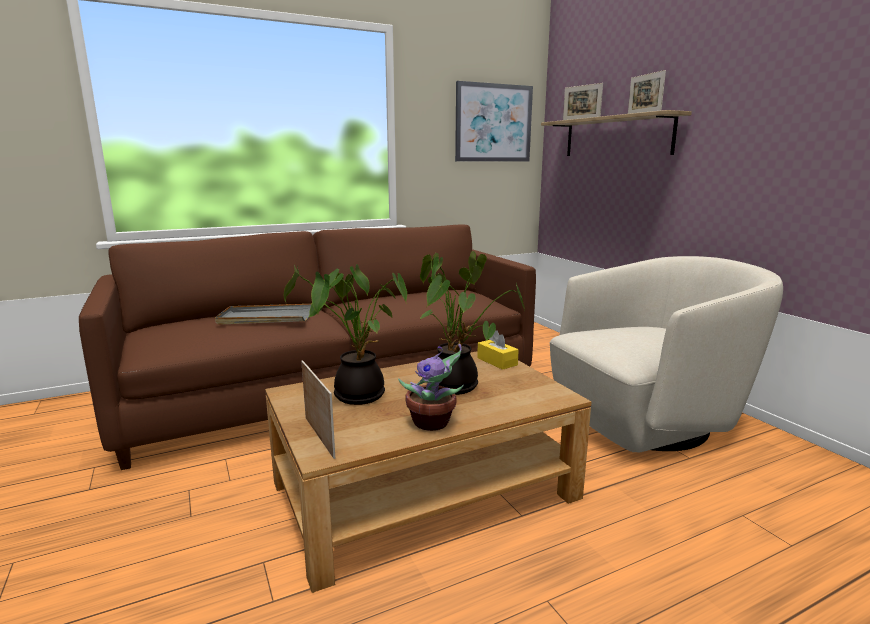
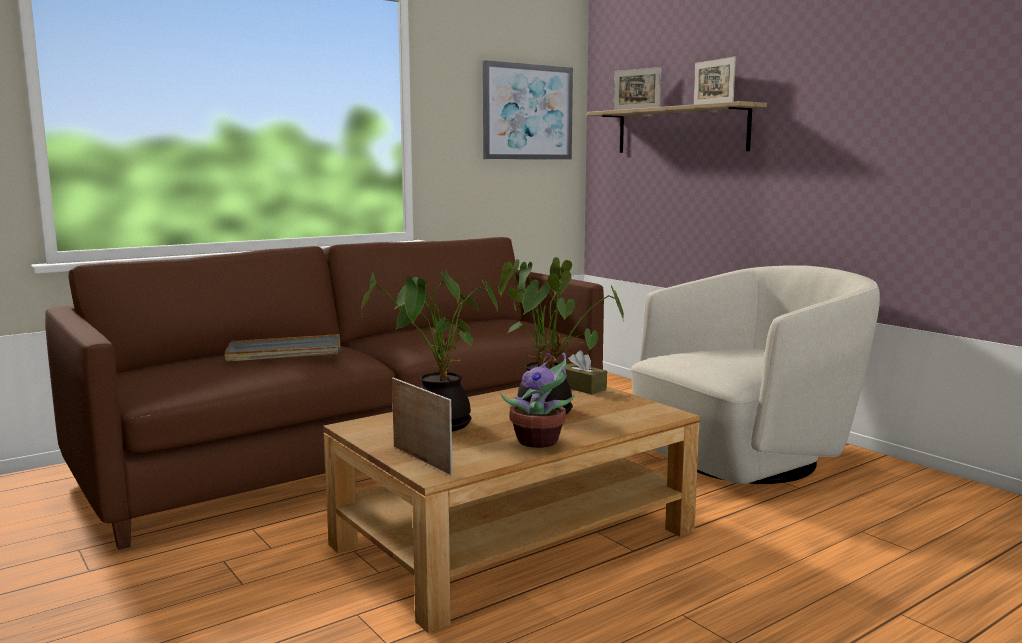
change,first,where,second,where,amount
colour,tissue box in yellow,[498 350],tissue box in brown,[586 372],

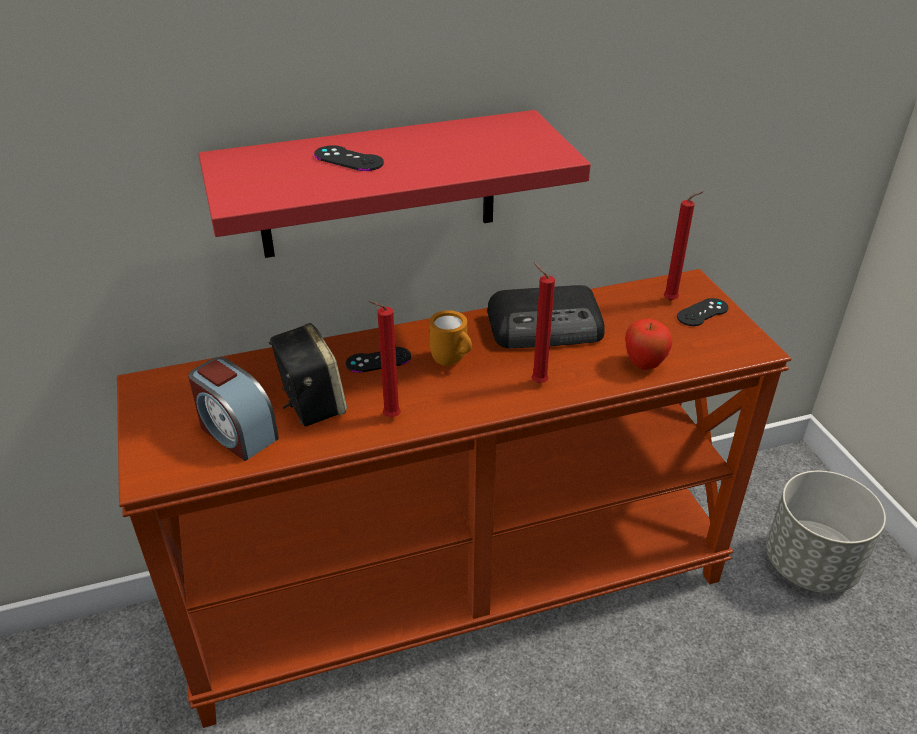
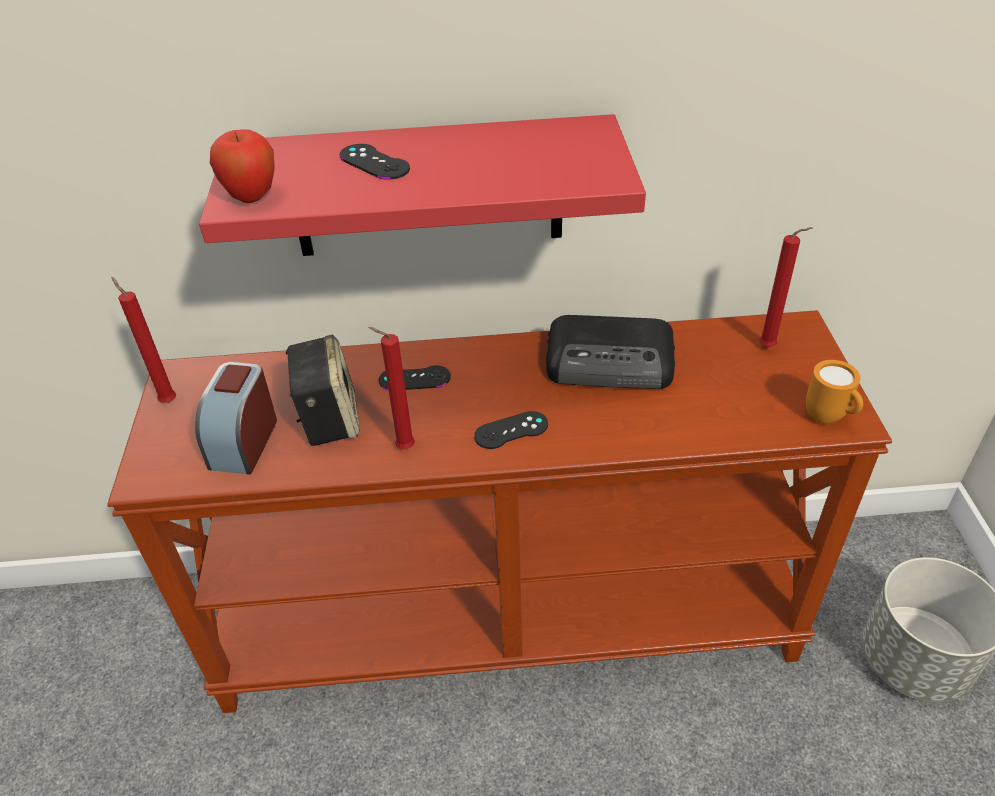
change,first,where,second,where,amount
spun,alarm clock,[233 409],,[236 418],45 degrees clockwise
relocated,mug in orange,[450 338],,[834 392],
relocated,candle in red,[543 322],,[143 340],
relocated,apple,[649 344],,[242 166],
relocated,game controller in black,[703 312],,[511 430],

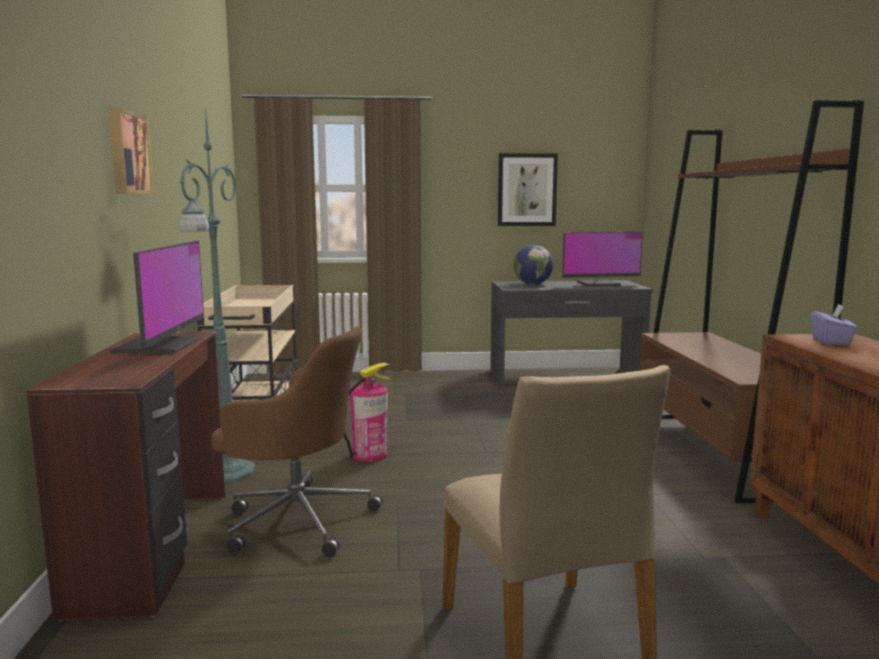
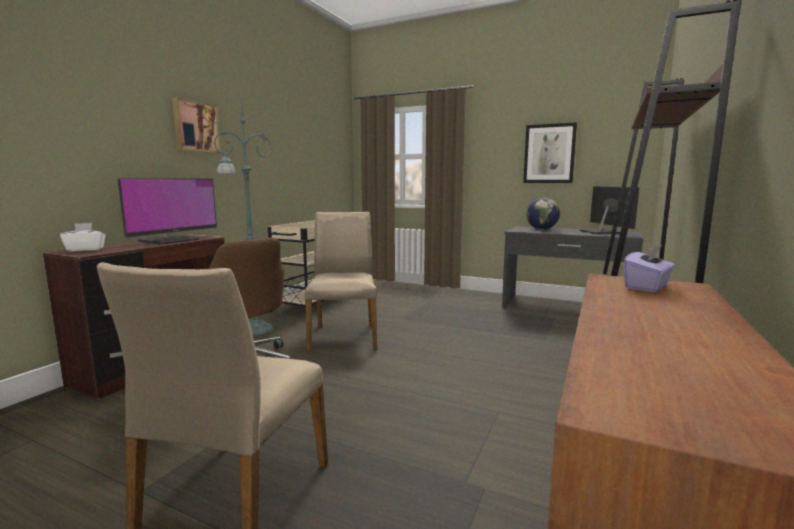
change,first,where,second,where,amount
exchanged,fire extinguisher,[367 412],chair in beige,[341 282],
spun,monitor,[602 259],,[609 210],120 degrees counterclockwise
appeared,,,tissue box in white,[83 237],

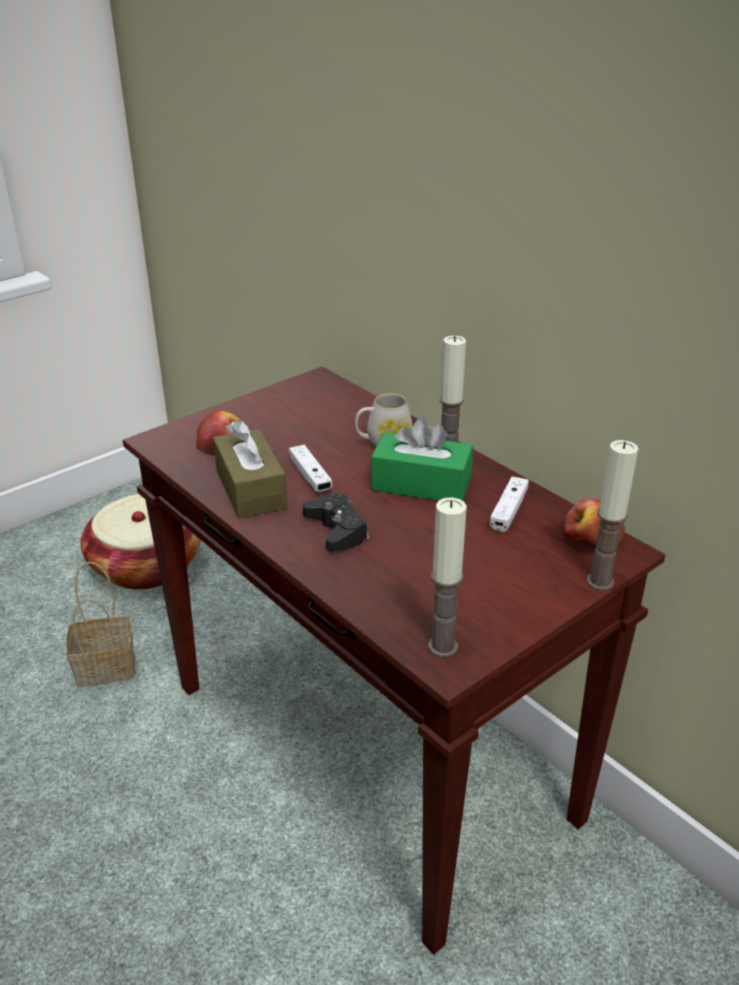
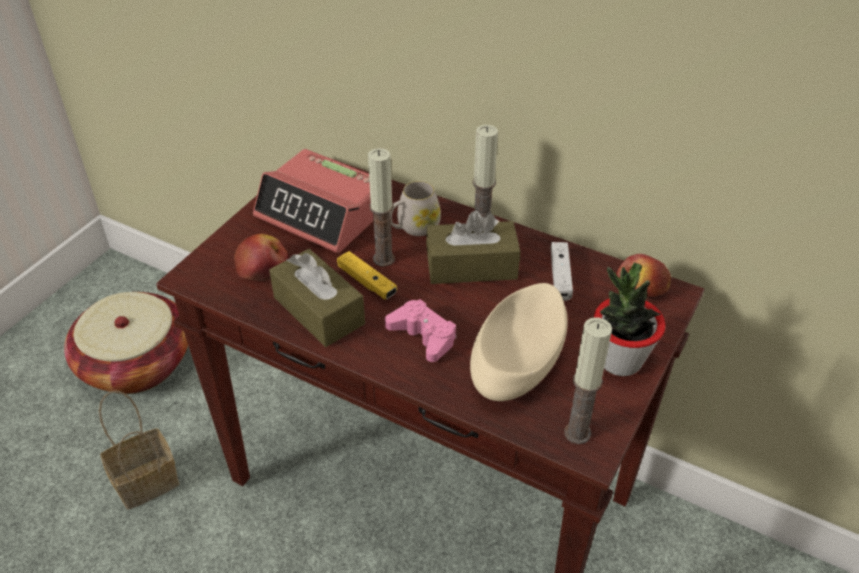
change,first,where,second,where,amount
colour,game controller in white,[311 468],game controller in yellow,[367 275],
colour,game controller in black,[336 522],game controller in pink,[421 330],
colour,tissue box in green,[422 459],tissue box in brown,[473 247],
relocated,candle,[612 515],,[381 207],
appeared,,,alarm clock,[313 201],
appeared,,,bowl in beige,[519 342],
appeared,,,potted plant,[630 319],

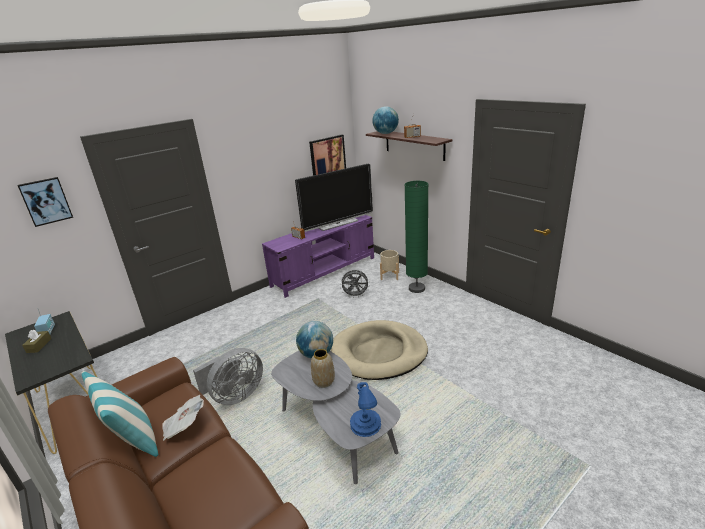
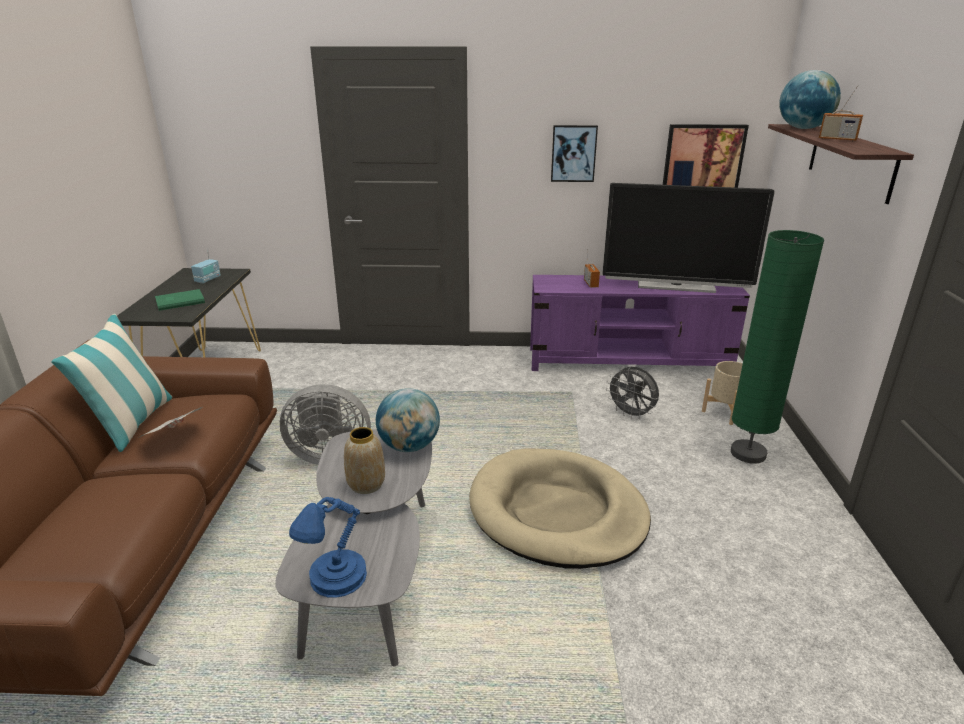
change,first,where,second,where,amount
relocated,picture,[45 202],,[574 153],
missing,tissue box in brown,[37 341],,,
appeared,,,book in green,[180 300],

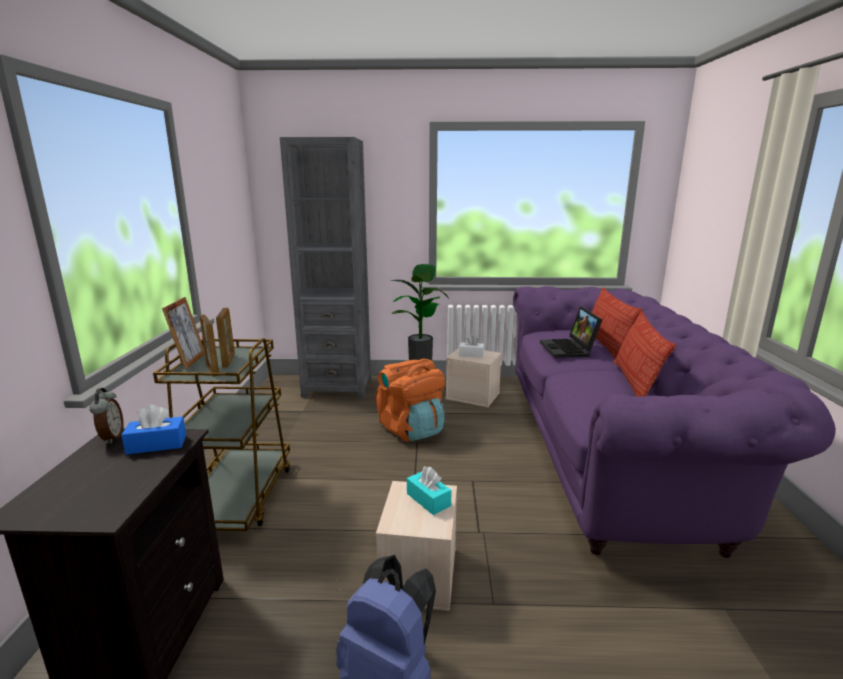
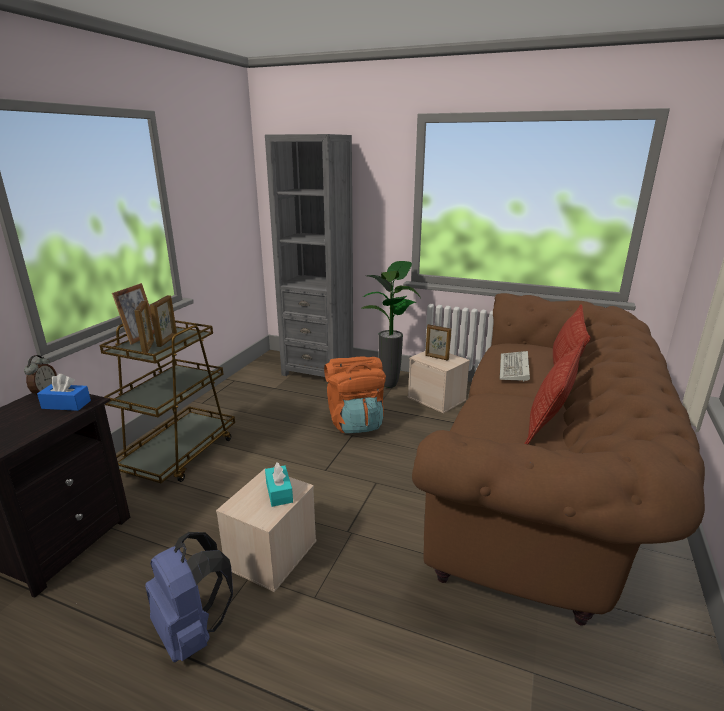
change,first,where,second,where,amount
exchanged,tissue box in white,[471 347],picture frame,[438 342],
colour,sofa in purple,[674 422],sofa in brown,[558 459],
exchanged,laptop,[571 332],keyboard,[515 366],

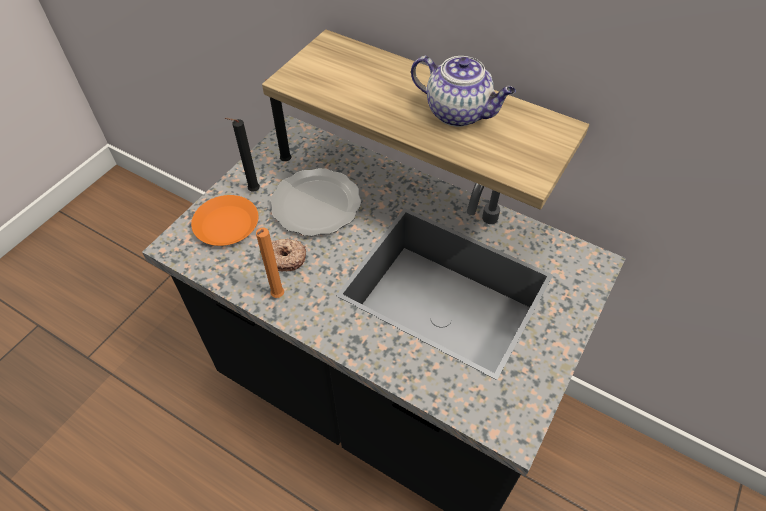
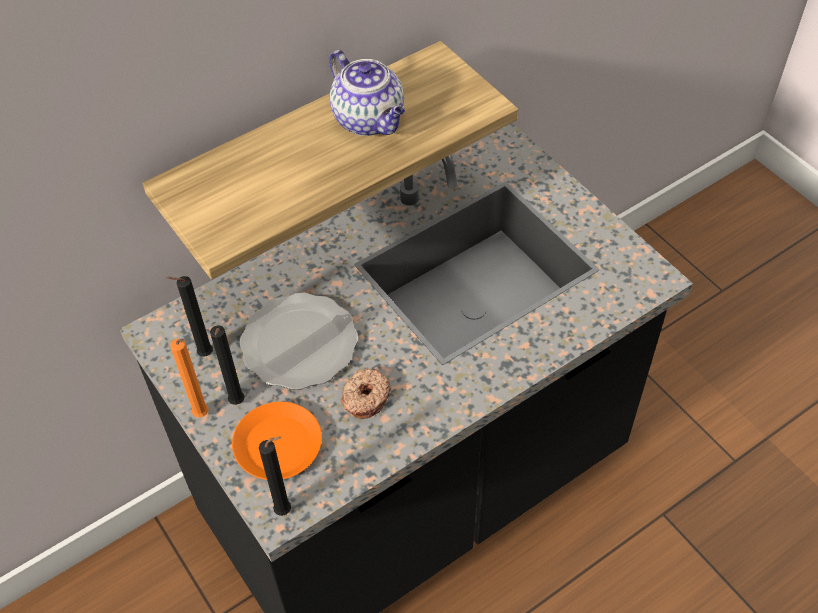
change,first,where,second,where,amount
relocated,candle in orange,[270 263],,[189 378],
spun,teapot,[463 91],,[367 93],90 degrees clockwise
appeared,,,candle in black,[275 476],

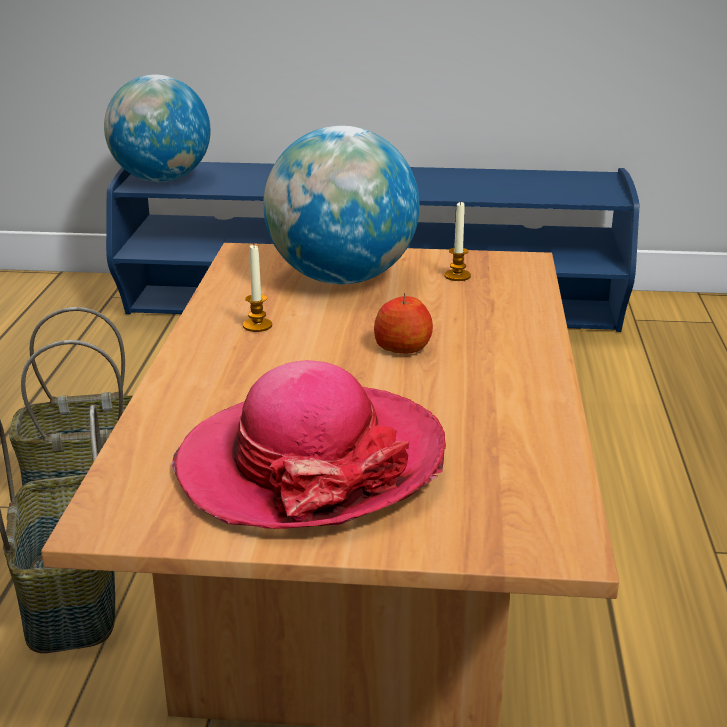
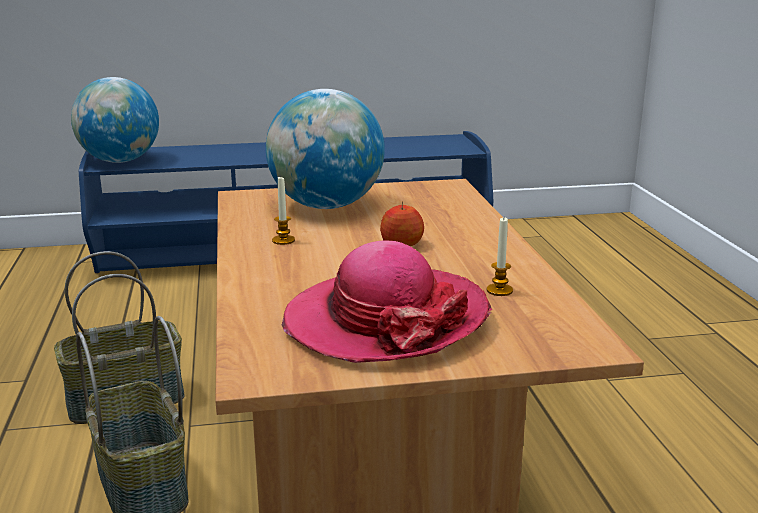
change,first,where,second,where,amount
relocated,candle,[458 241],,[500 257],

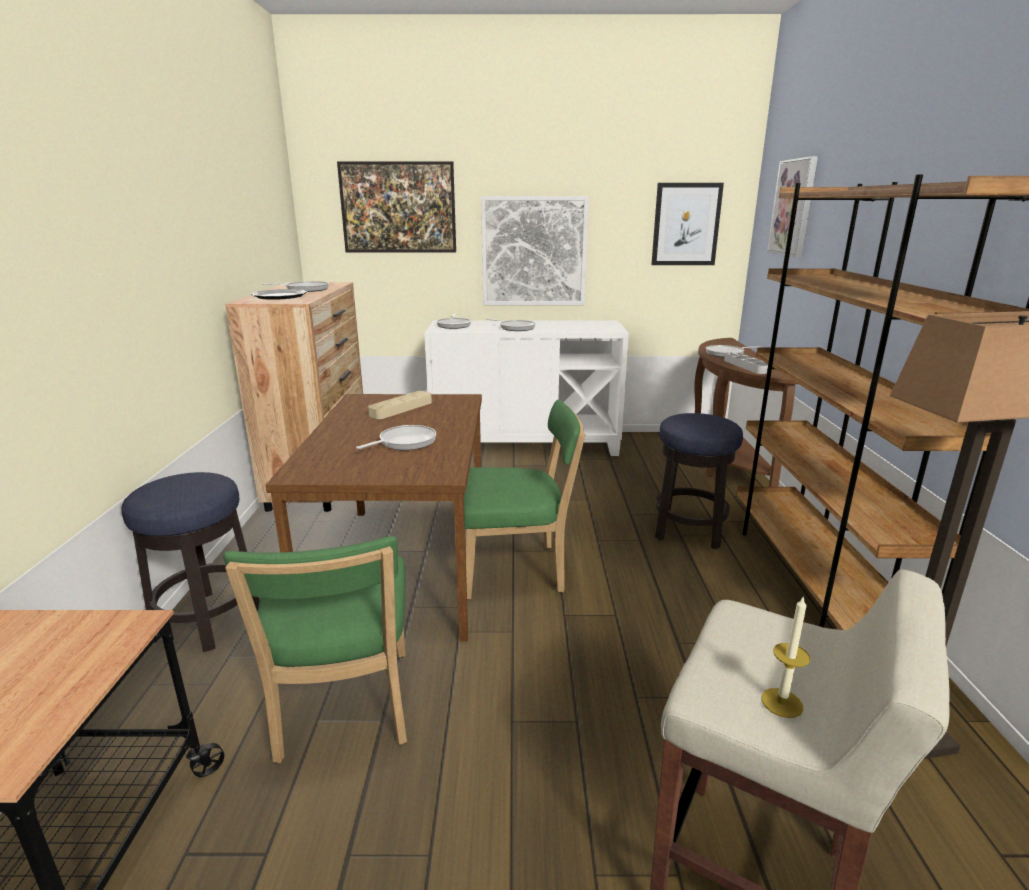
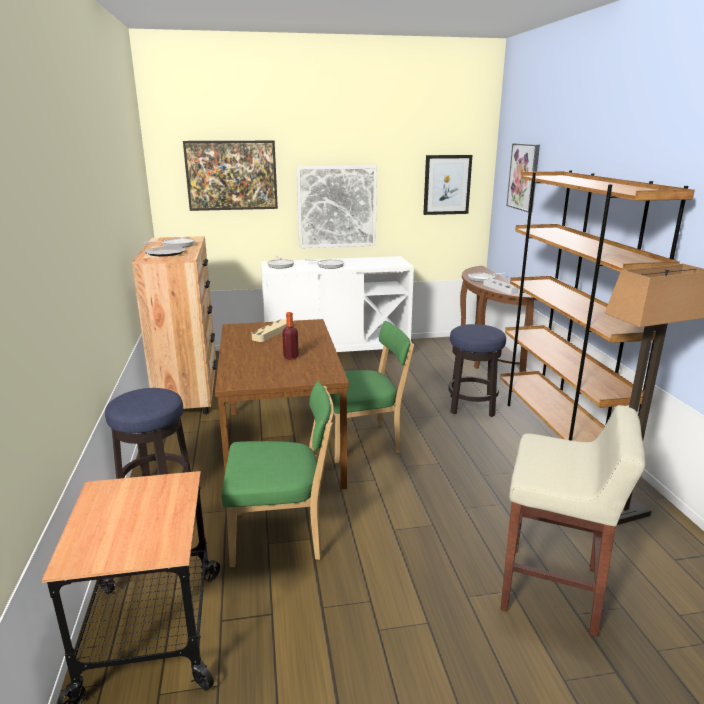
change,first,where,second,where,amount
spun,chair in green,[315 649],,[278 474],75 degrees counterclockwise
exchanged,frying pan,[396 437],bottle,[290 336],
missing,candle,[785 656],,,

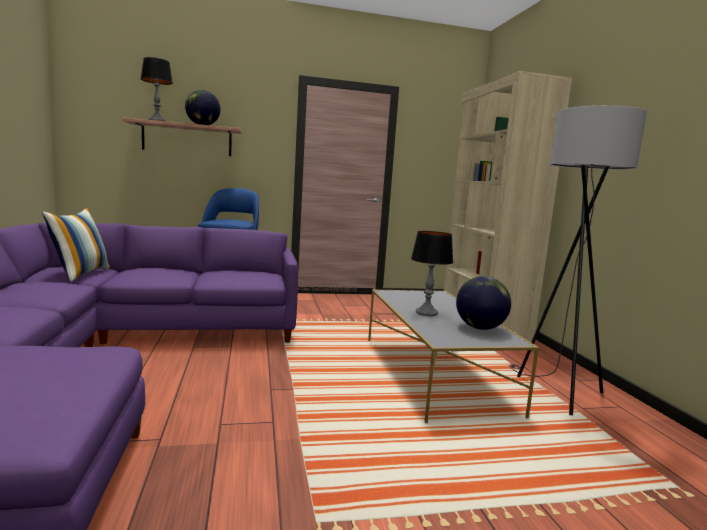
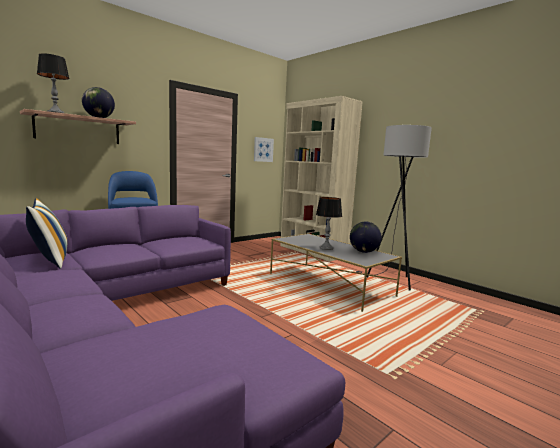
change,first,where,second,where,amount
appeared,,,picture,[264 149],

